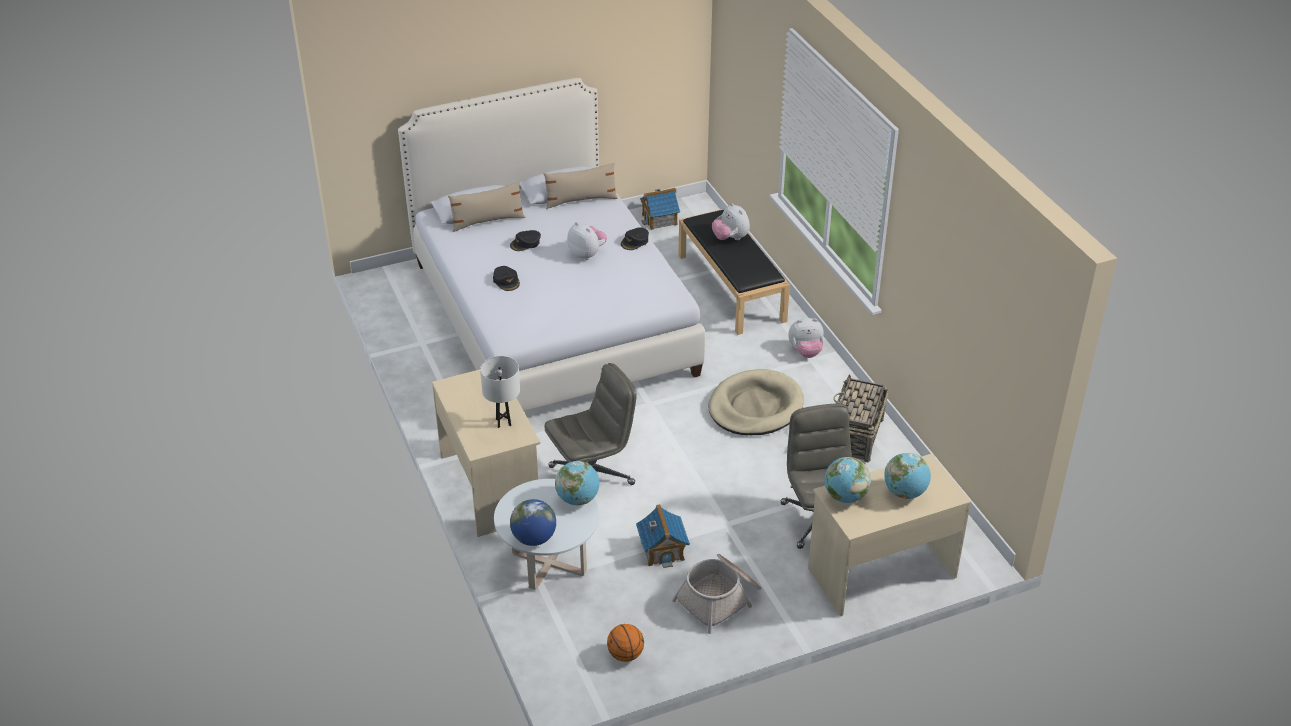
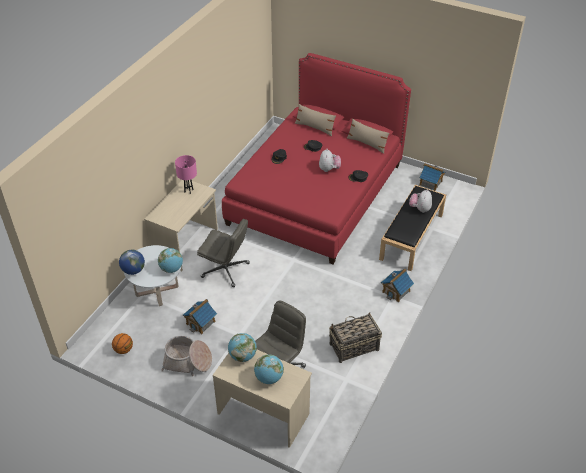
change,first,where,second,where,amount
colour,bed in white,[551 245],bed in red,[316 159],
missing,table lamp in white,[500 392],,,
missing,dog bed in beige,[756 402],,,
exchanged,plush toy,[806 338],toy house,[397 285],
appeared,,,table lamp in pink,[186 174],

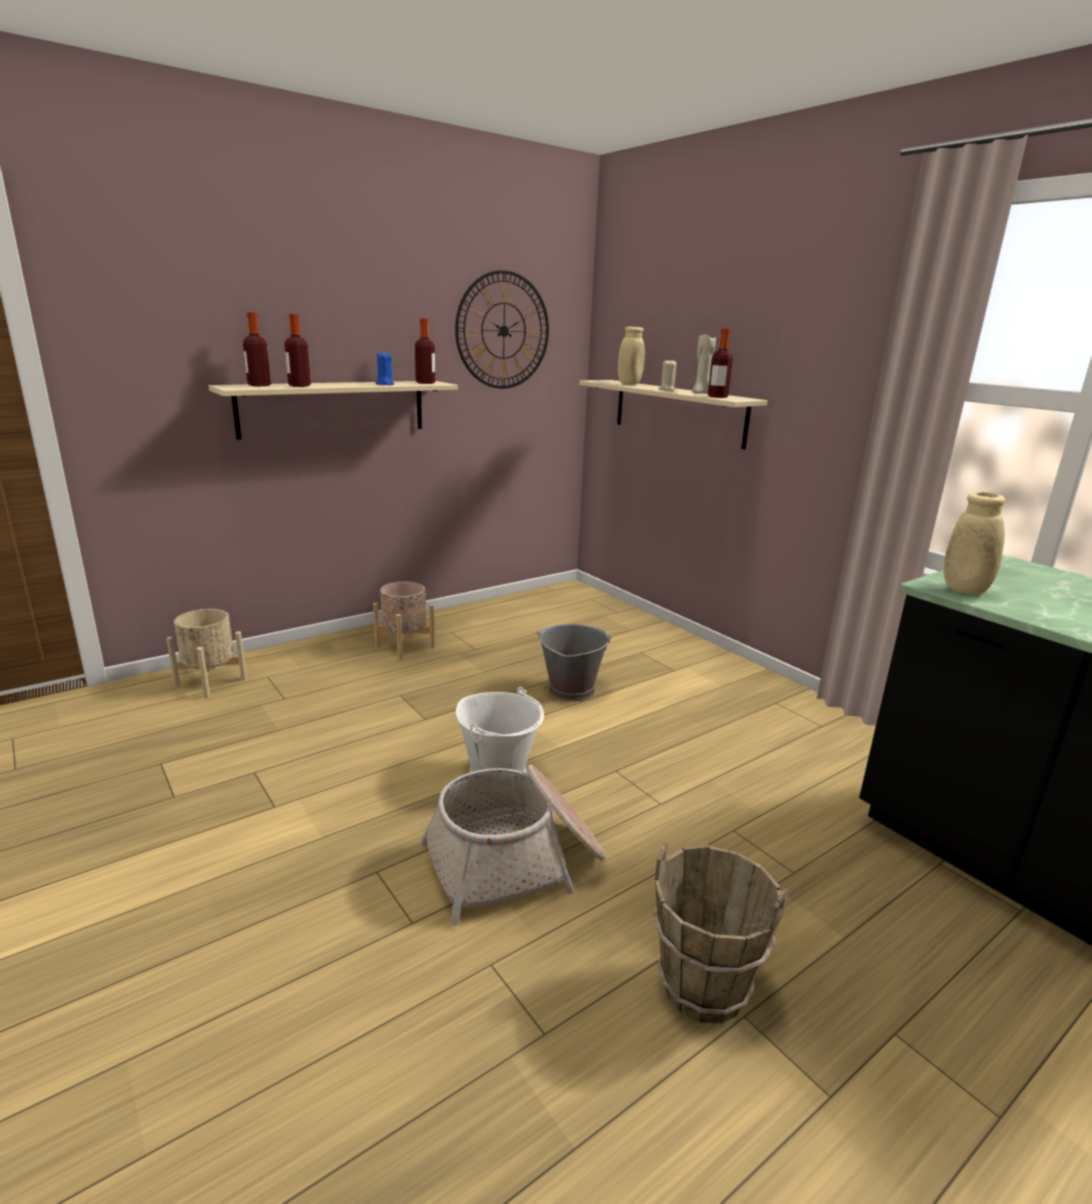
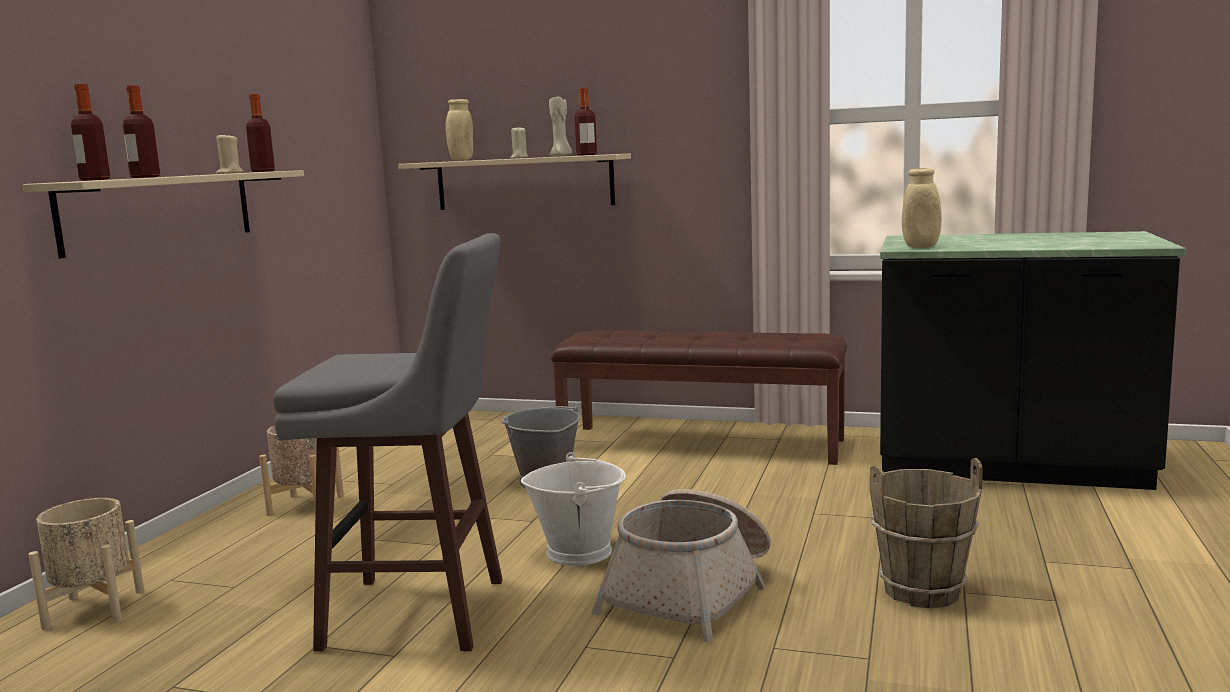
change,first,where,second,where,amount
colour,candle in blue,[384 368],candle in beige,[229 153],
missing,wall clock,[502 329],,,
appeared,,,stool in grey,[388 442],
appeared,,,bench in brown,[699 398],

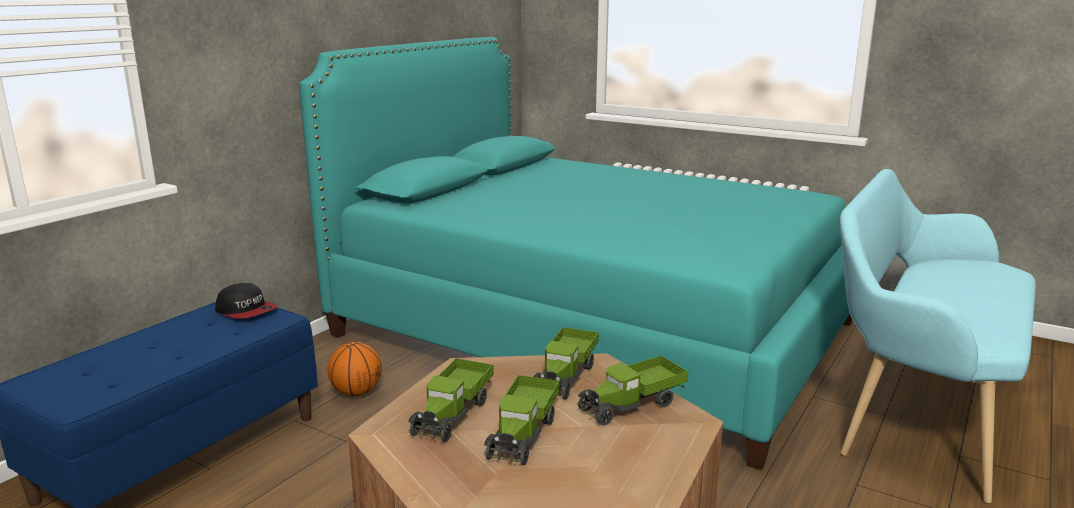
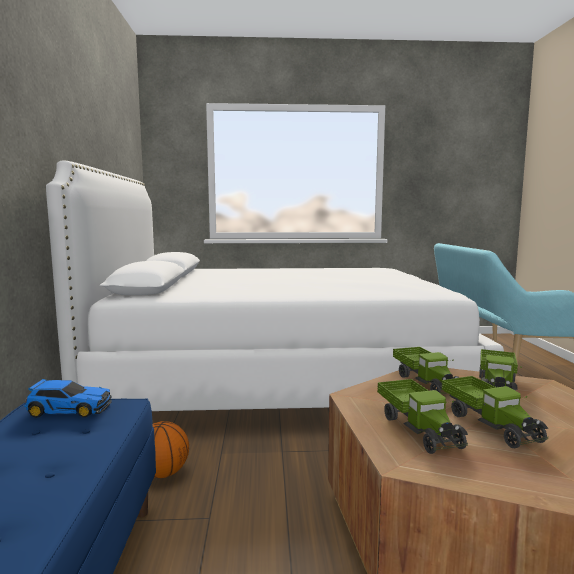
change,first,where,second,where,amount
exchanged,cap,[246 301],toy car,[68 398],
colour,bed in turquoise,[575 253],bed in white,[275 286],

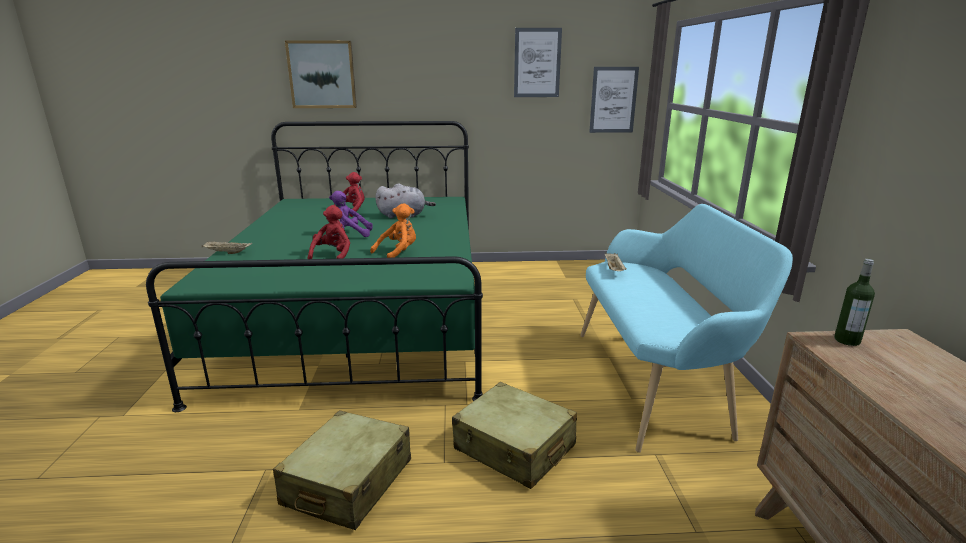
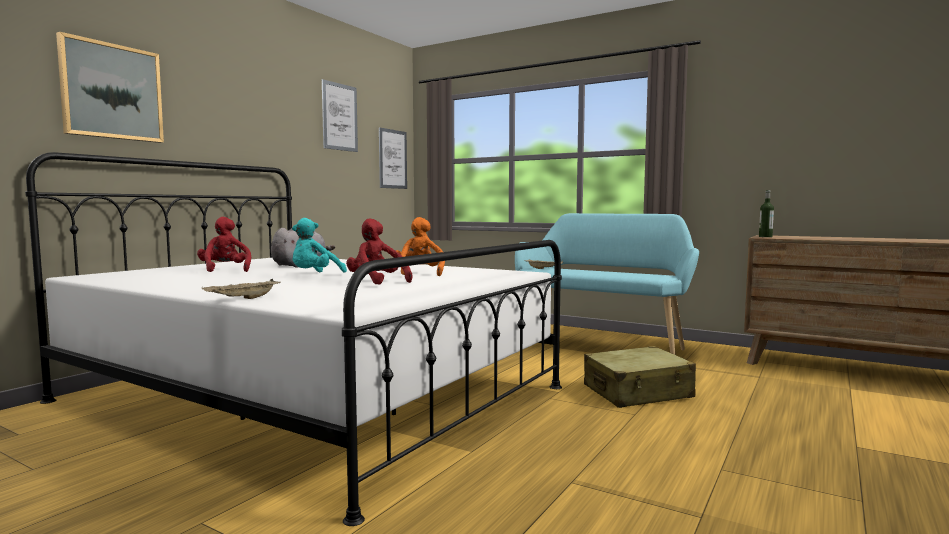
change,first,where,second,where,amount
colour,bed in green,[314 266],bed in white,[293 339],
missing,suitcase in beige,[342 470],,,
colour,plush toy in purple,[351 214],plush toy in turquoise,[319 245],

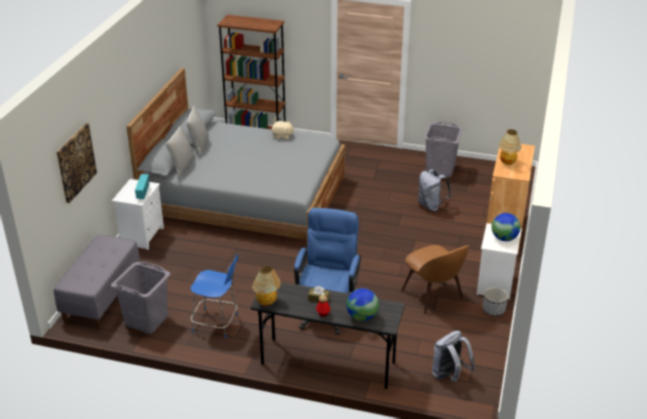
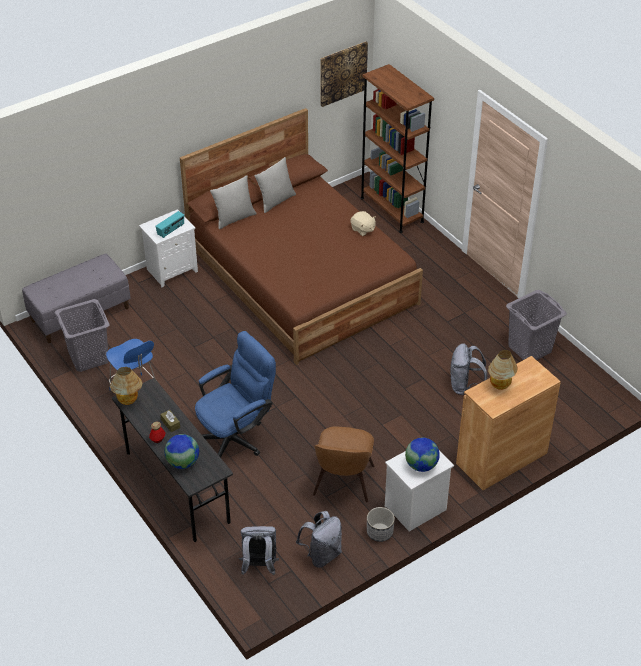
change,first,where,second,where,amount
relocated,picture,[76 163],,[344 74],
colour,bed in grey,[235 154],bed in brown,[301 236],
appeared,,,backpack in grey,[319 539],

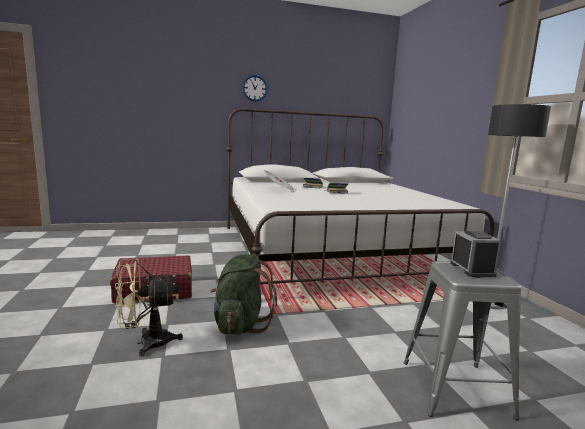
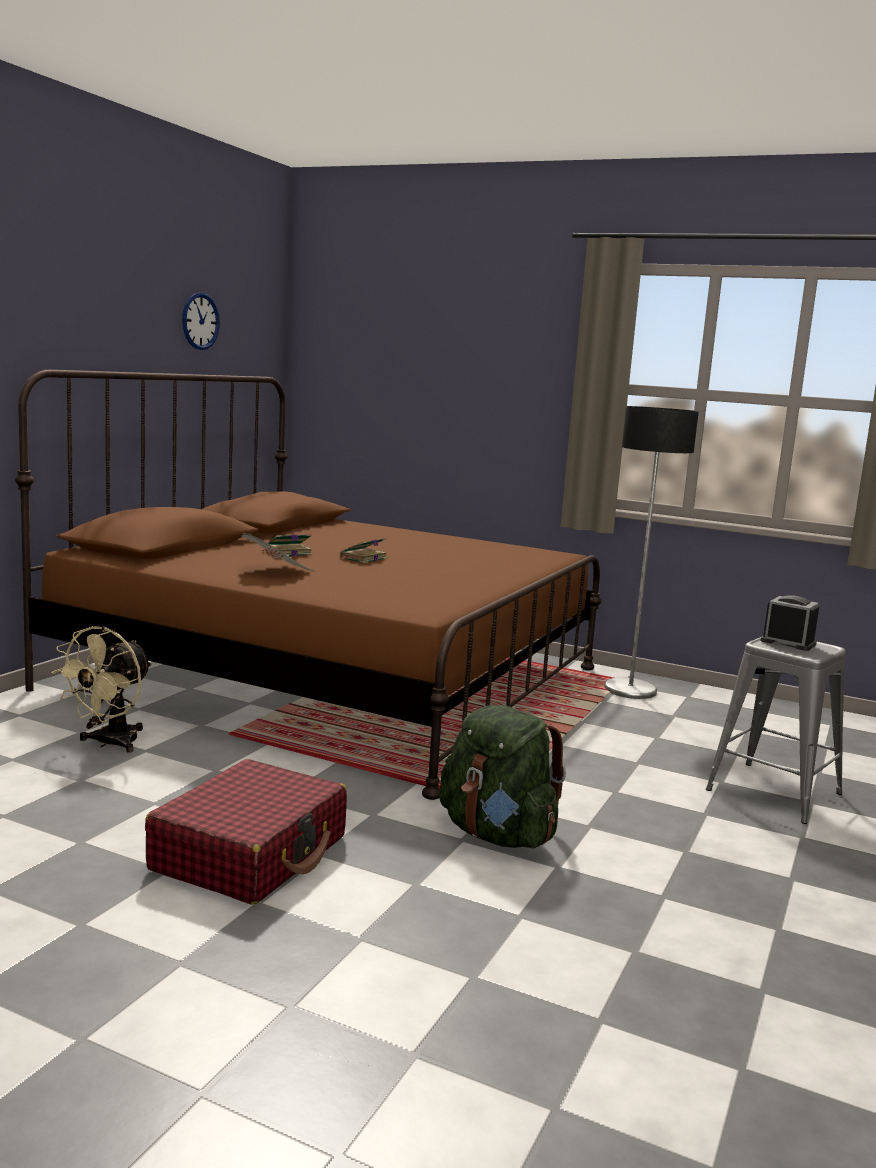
change,first,where,second,where,amount
relocated,fan in beige,[149 307],,[102 689],
colour,bed in white,[360 196],bed in brown,[308 585],
relocated,wall clock,[255 88],,[201 321],

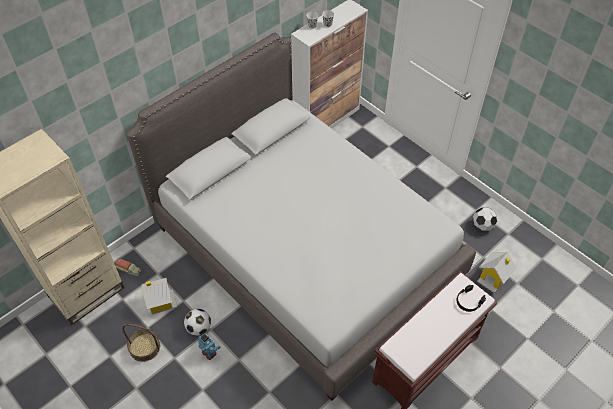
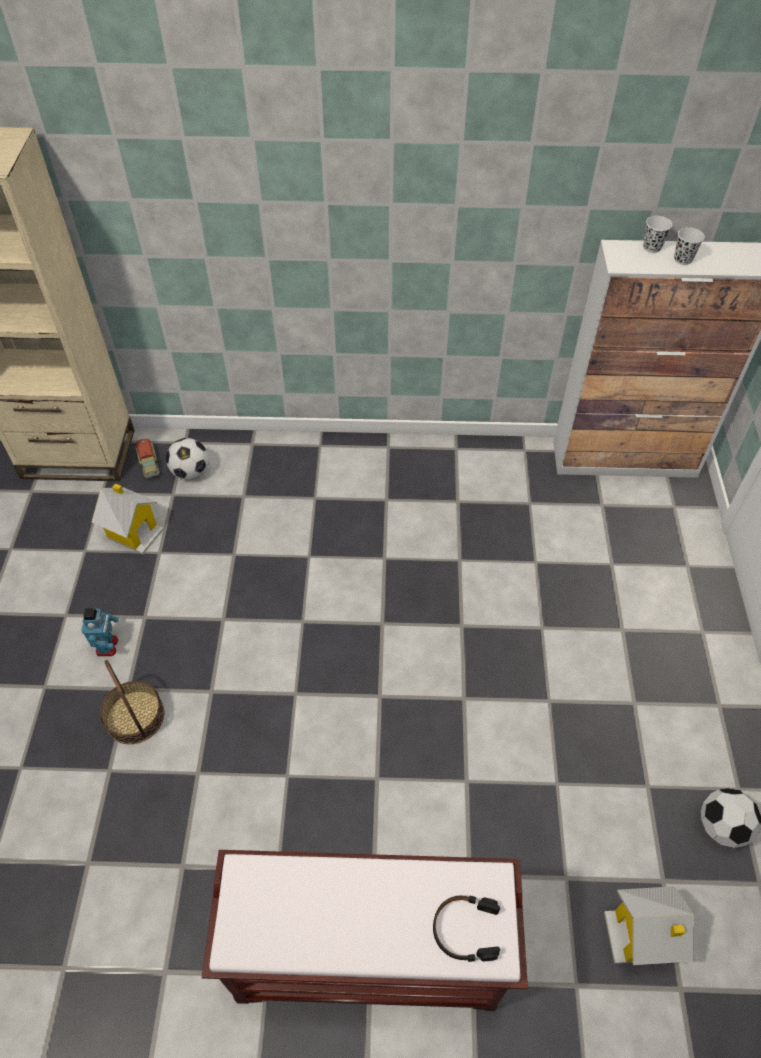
change,first,where,second,where,amount
relocated,basket,[141 343],,[132 702],
missing,bed in grey,[301 217],,,
relocated,football,[197 322],,[187 459],

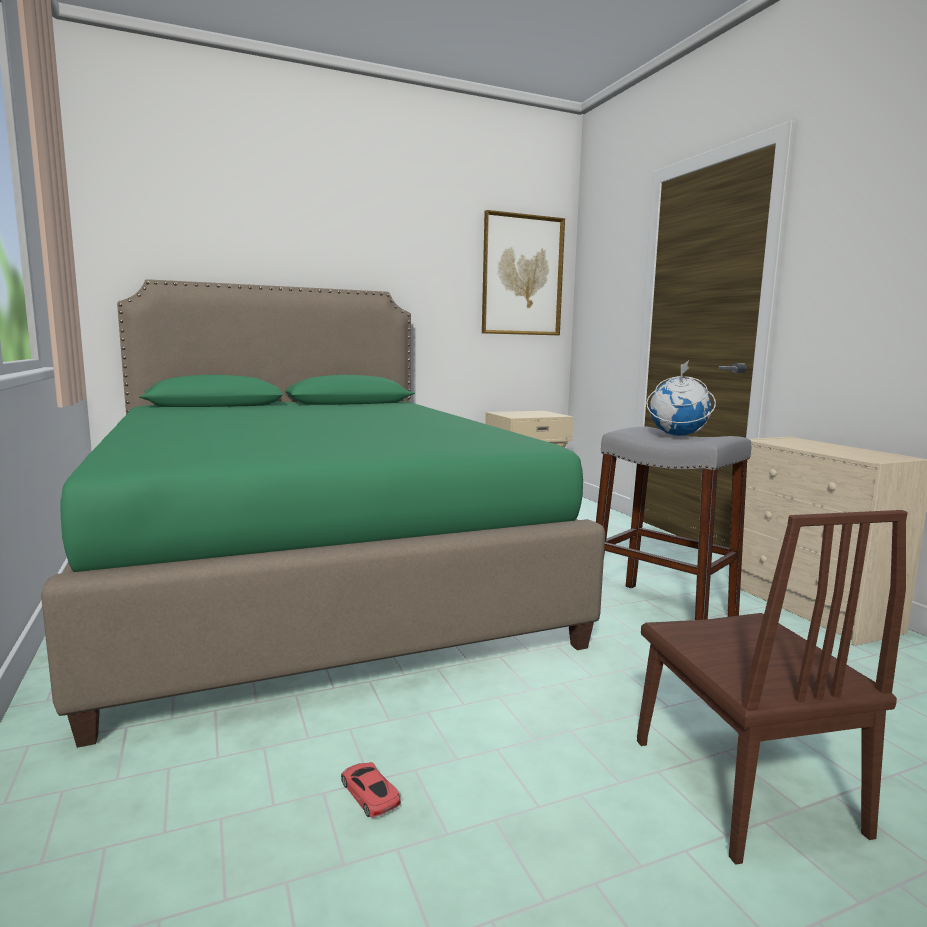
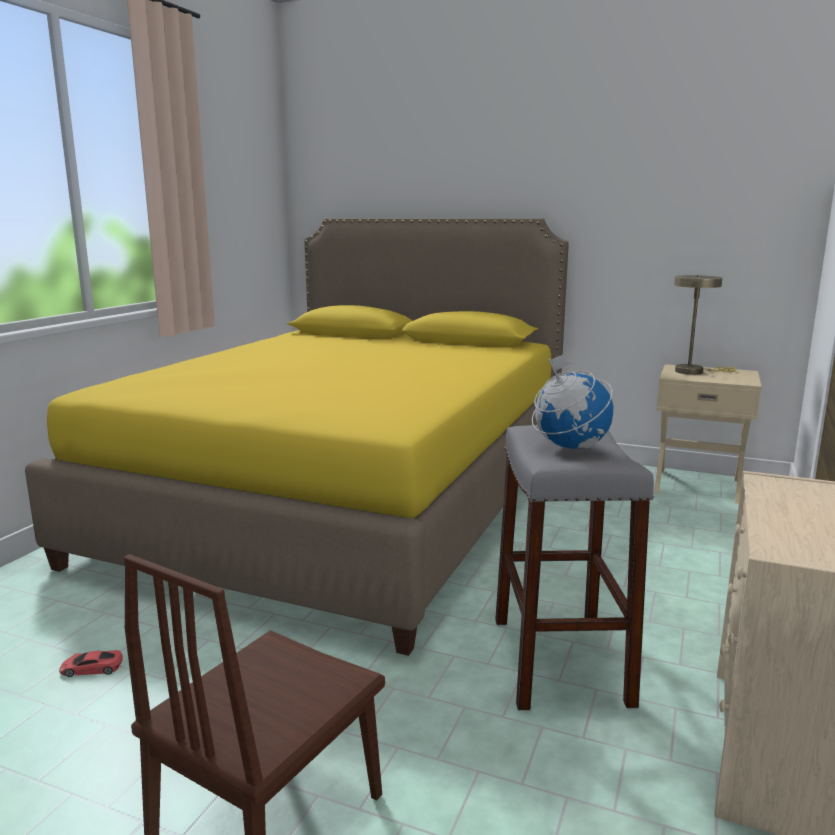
change,first,where,second,where,amount
colour,bed in green,[323 513],bed in yellow,[297 437],
spun,toy car in red,[371 790],,[91 663],105 degrees counterclockwise
missing,picture,[523 272],,,
appeared,,,table lamp in beige,[705 325],

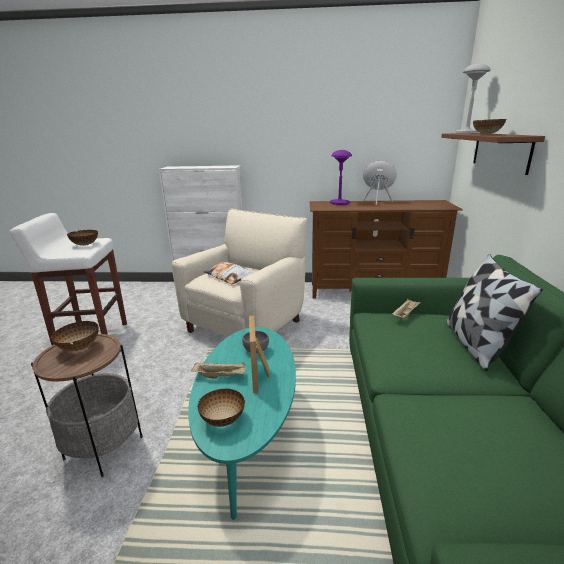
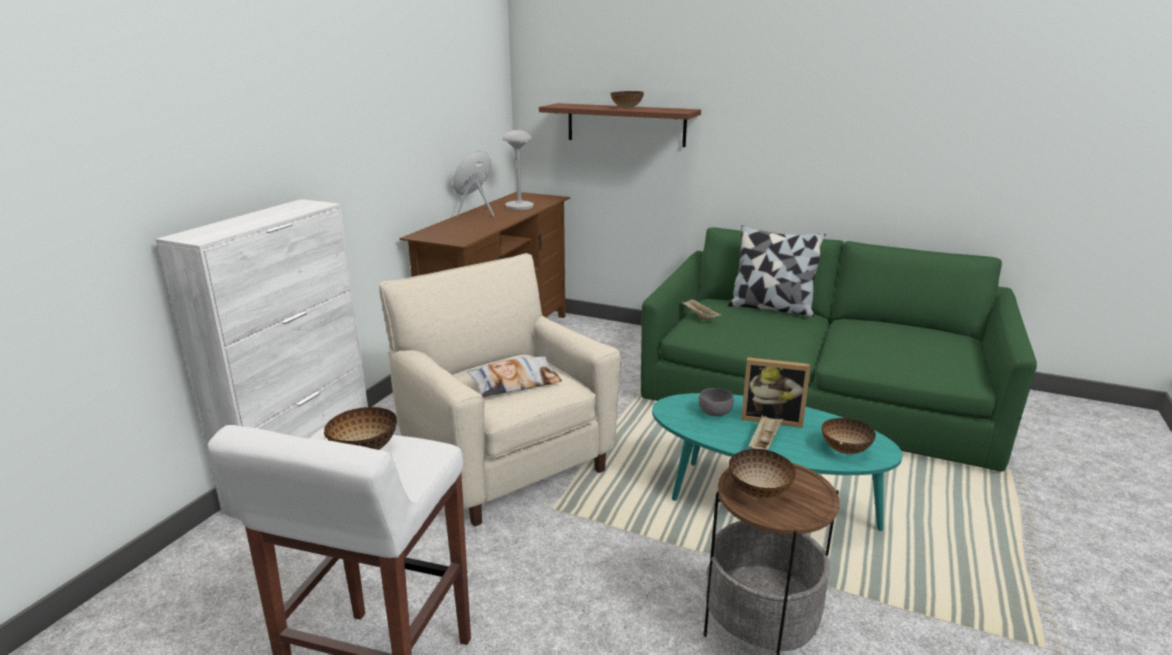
change,first,where,second,where,amount
missing,table lamp in purple,[341 177],,,
relocated,table lamp in grey,[473 98],,[518 170],

